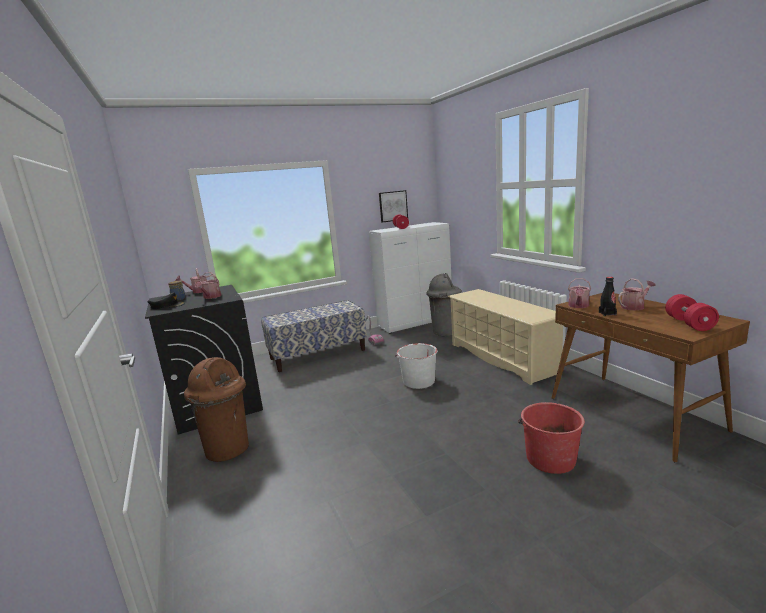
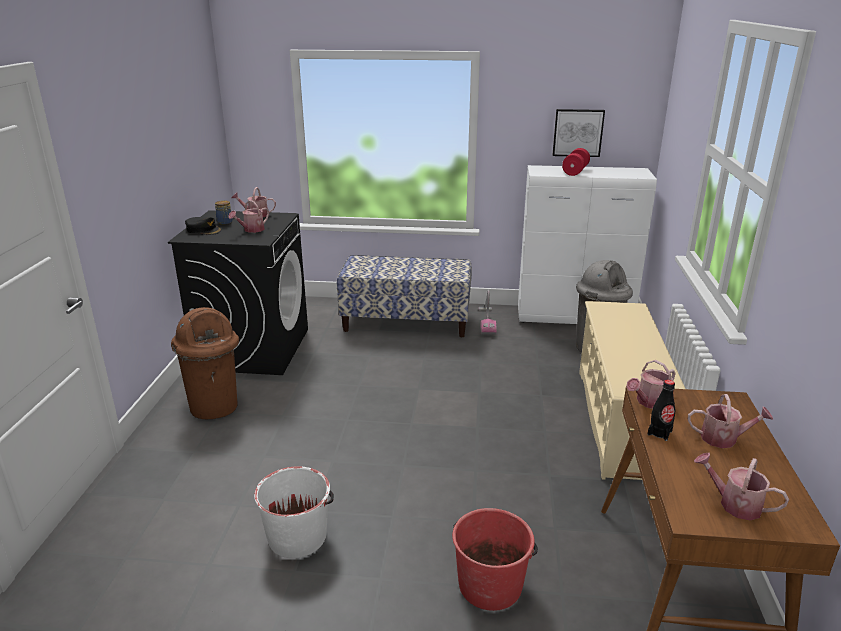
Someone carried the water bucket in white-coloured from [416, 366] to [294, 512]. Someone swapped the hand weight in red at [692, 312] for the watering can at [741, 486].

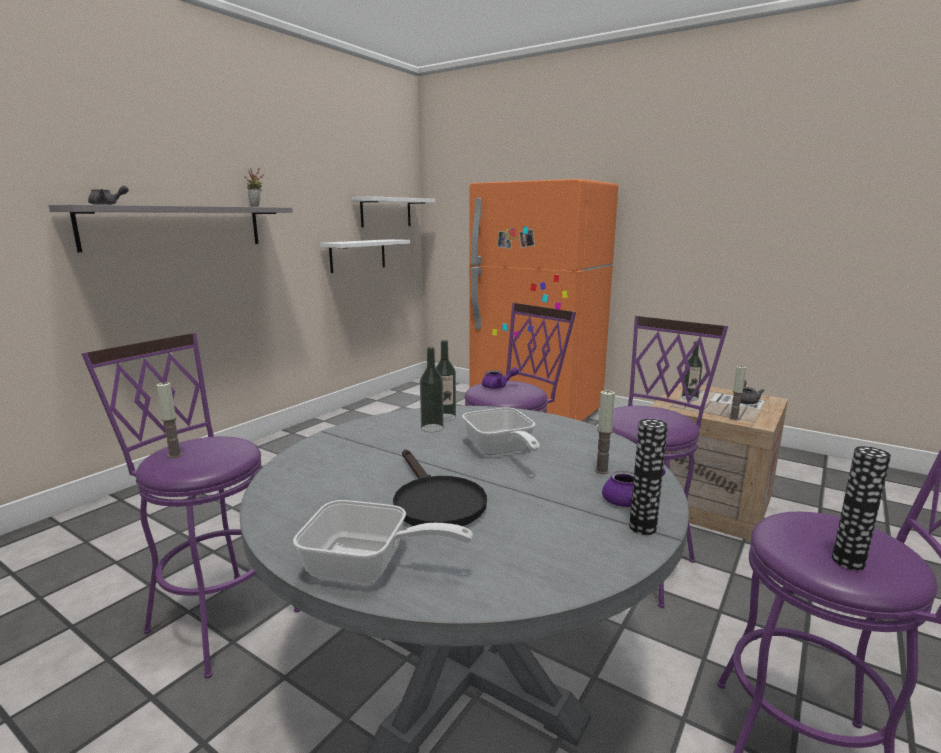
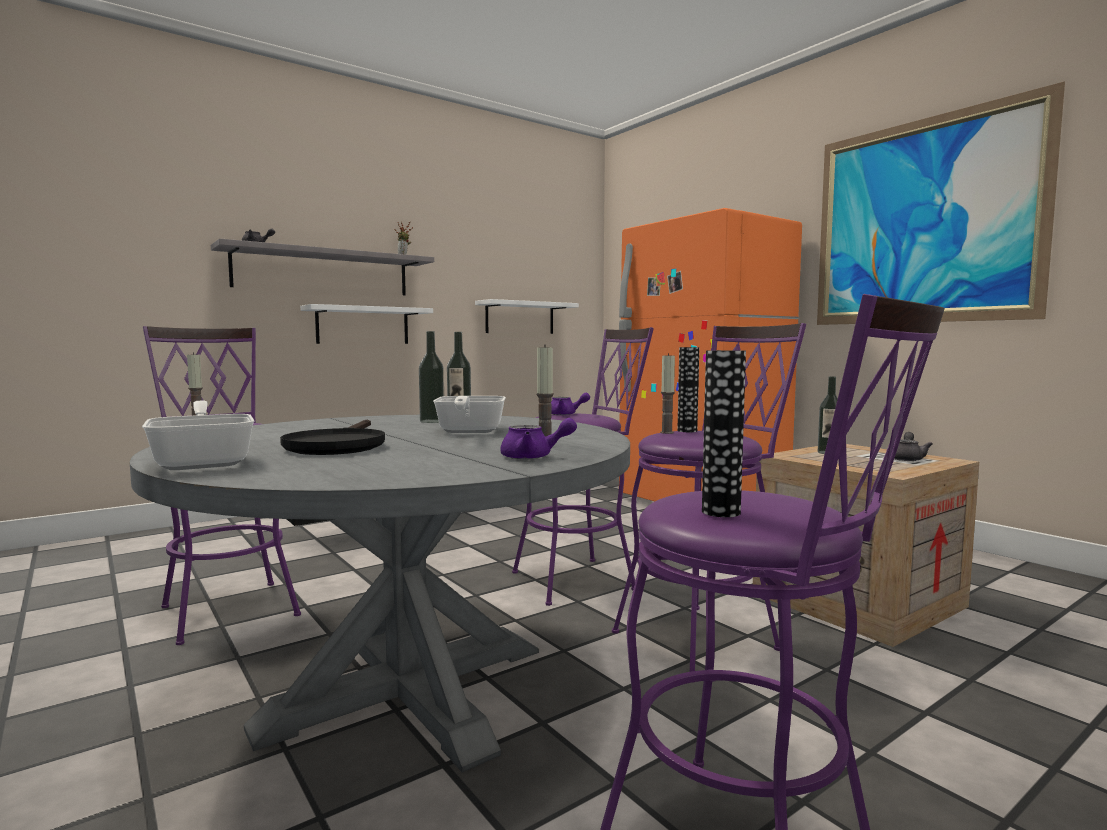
Someone rotated the pan at [383, 542] by 150 degrees counterclockwise. Someone carried the bracket shelf in white-coloured from [393, 211] to [366, 324]. Someone carried the flower vase from [648, 477] to [688, 389]. Someone carried the candle from [737, 393] to [667, 393]. Someone put up the picture at [941, 203].

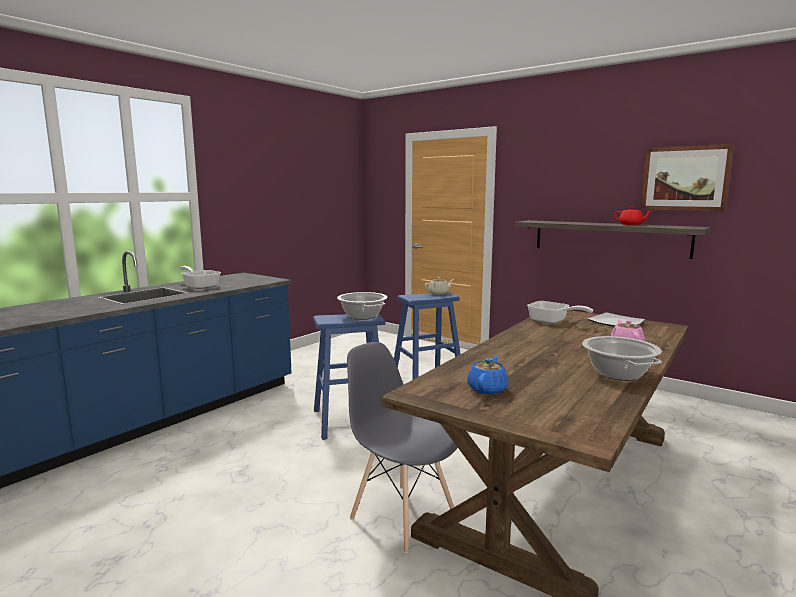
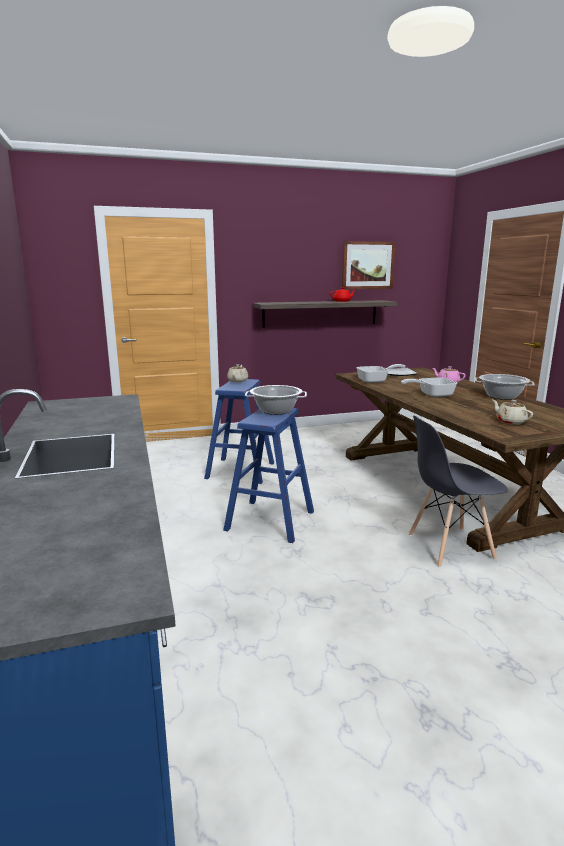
Someone carried the pan from [200, 277] to [429, 387]. Someone repainted the tea pot in blue-coloured at [487, 375], which became the tea pot in beige-coloured at [512, 412].

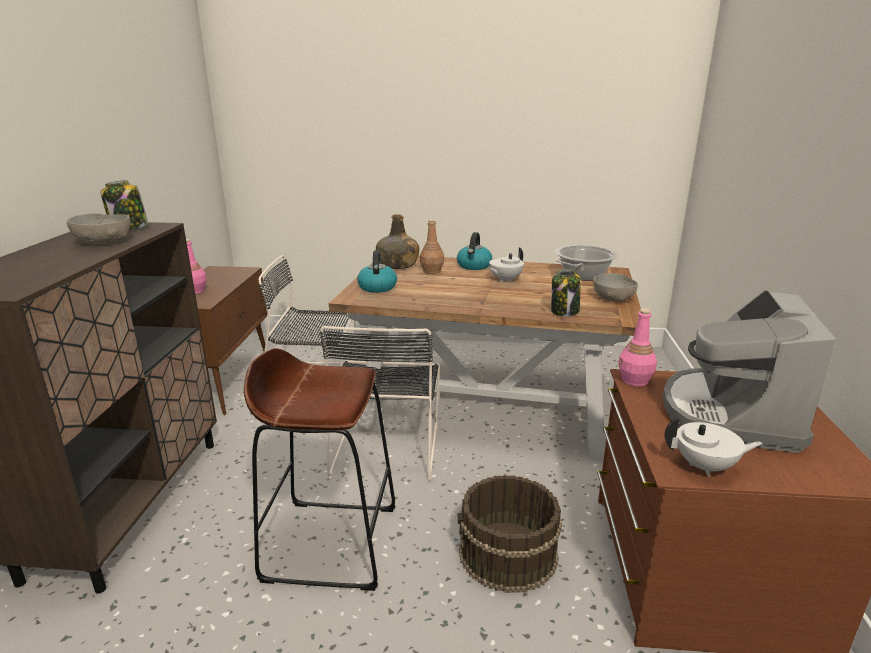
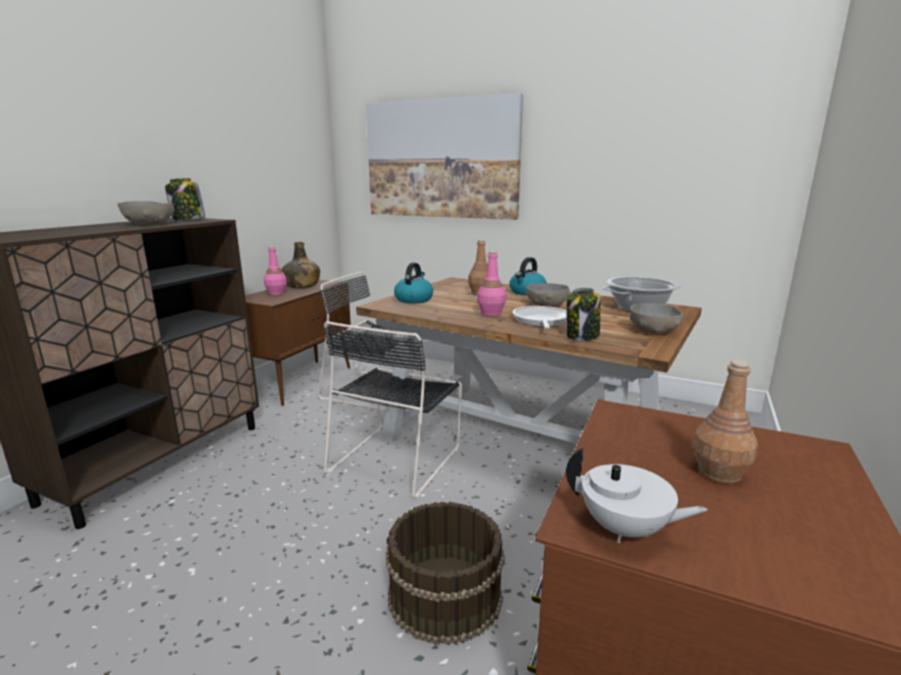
Someone took away the stool in brownish at [319, 469]. Someone carried the drink bottle in green from [397, 241] to [301, 265]. Someone swapped the tea pot in white-coloured at [506, 264] for the bowl in greyish at [548, 295]. Someone carried the drink bottle in pink-coloured from [637, 347] to [491, 283]. Someone swapped the coffee maker at [749, 371] for the drink bottle in brownish at [725, 422]. Someone put up the picture at [444, 156]. Someone put down the pan at [539, 317].

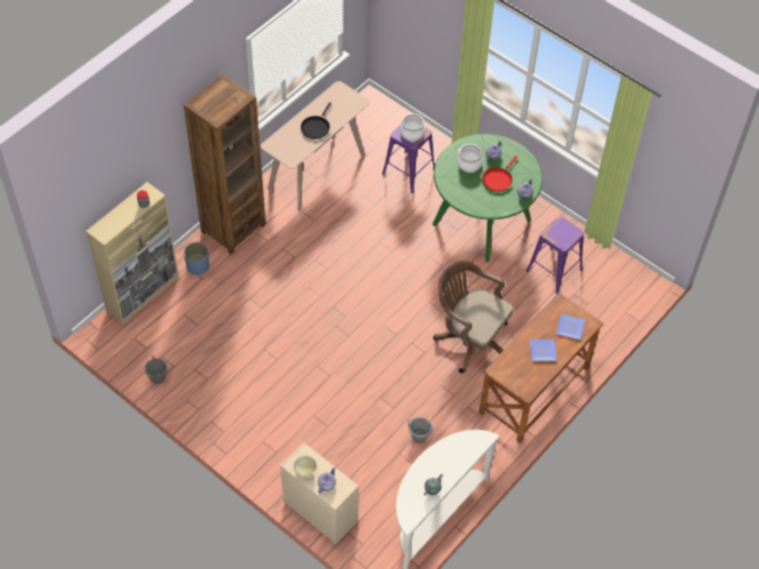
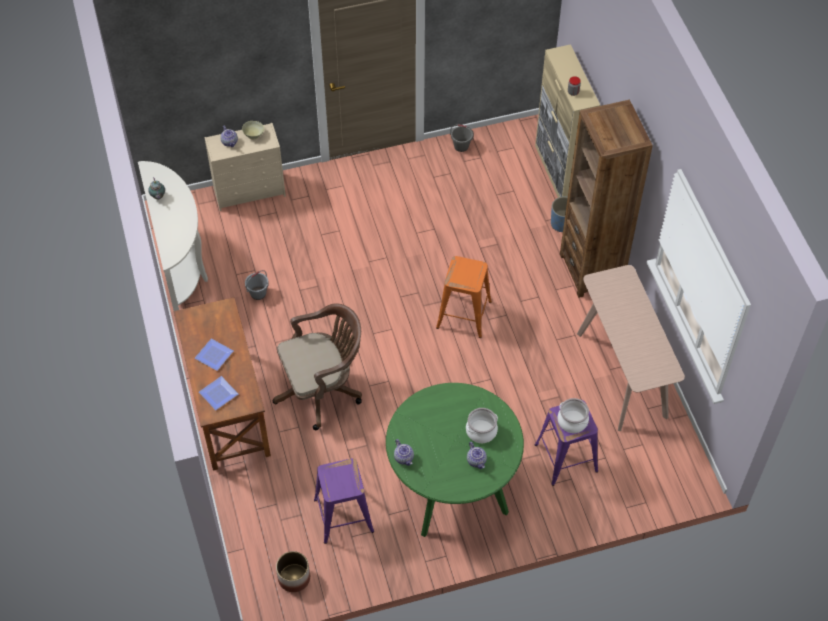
Someone took away the pan in black at [316, 120]. Someone took away the pan in red at [499, 174]. Someone put down the flower pot at [293, 571]. Someone put down the stool in orange at [464, 297].

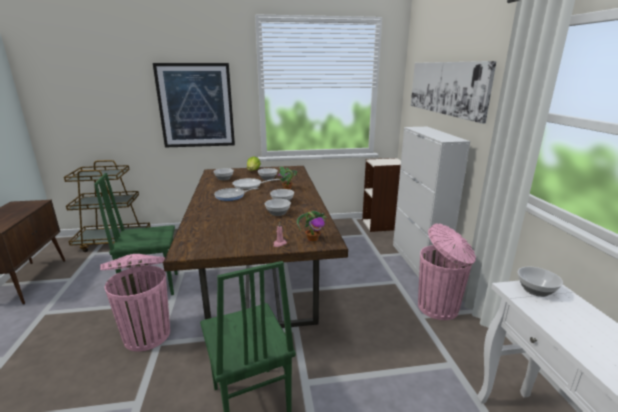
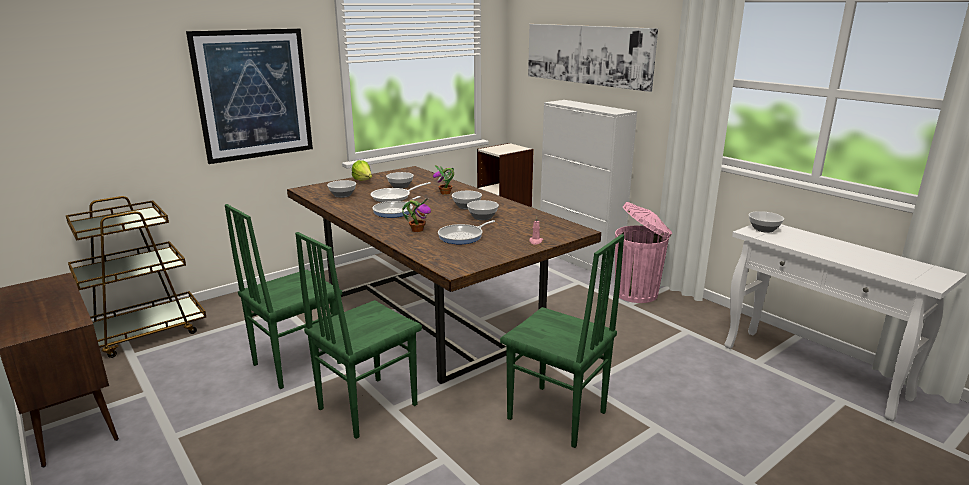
Someone swapped the trash can in pink-coloured at [135, 303] for the chair in green at [358, 335]. Someone carried the houseplant from [312, 226] to [416, 215]. Someone put down the pan at [466, 232].

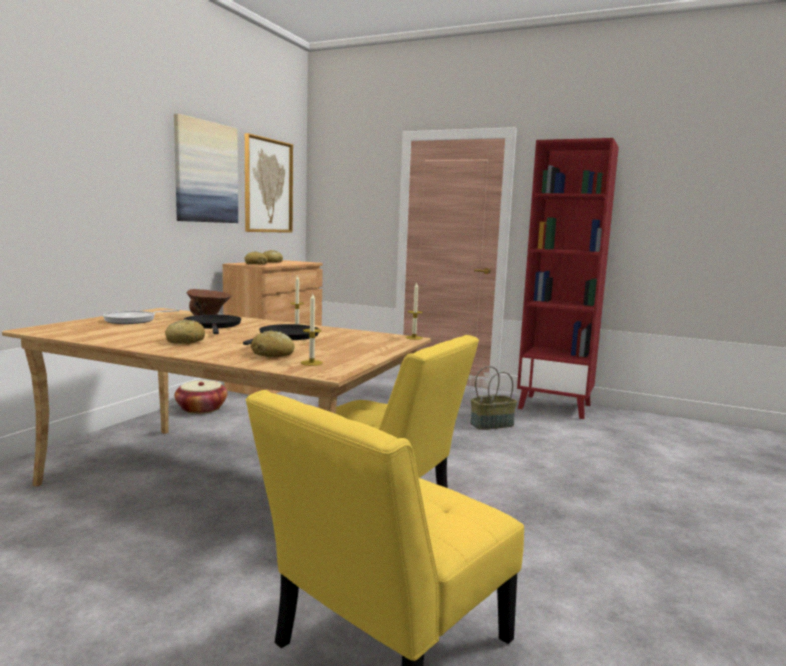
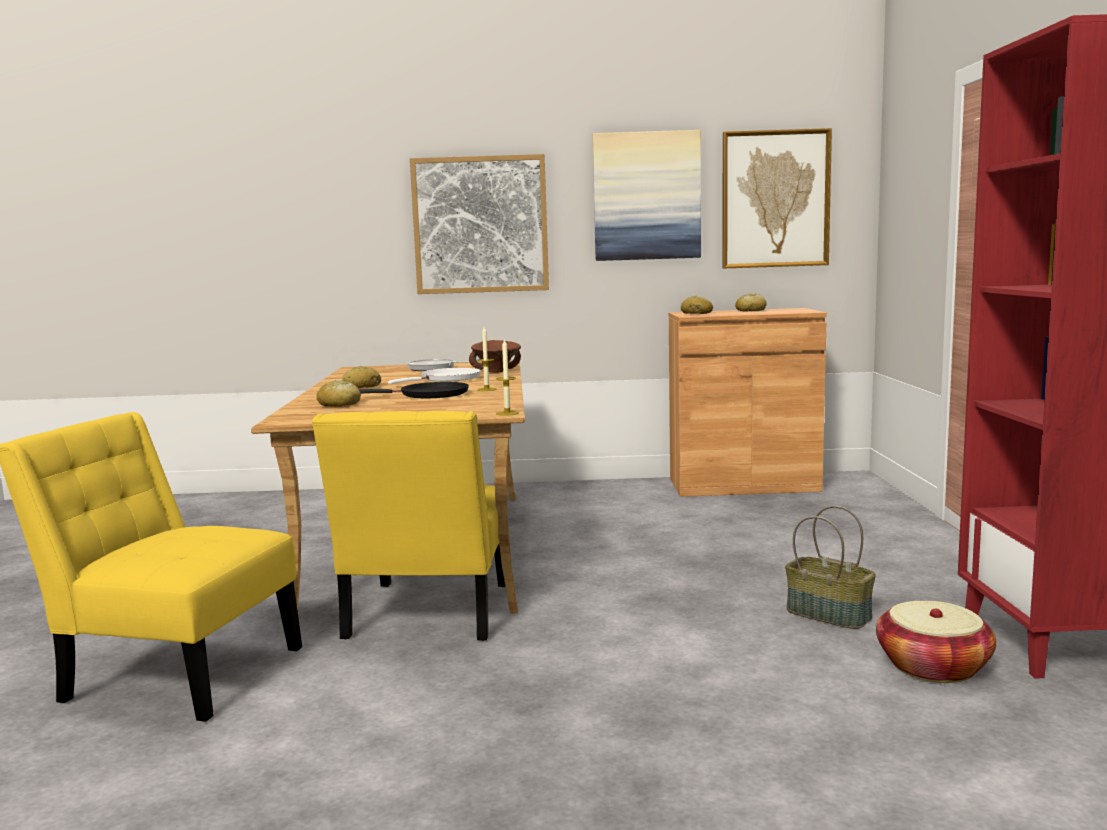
Someone carried the basket from [201, 397] to [936, 642]. Someone repainted the pan in black at [212, 324], which became the pan in white-coloured at [434, 376]. Someone took away the candle at [312, 330]. Someone put up the picture at [479, 224].

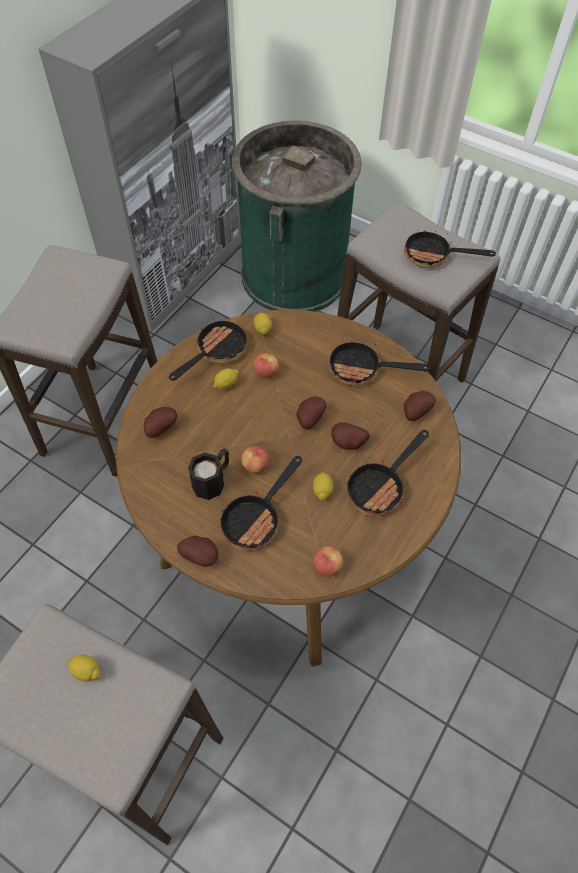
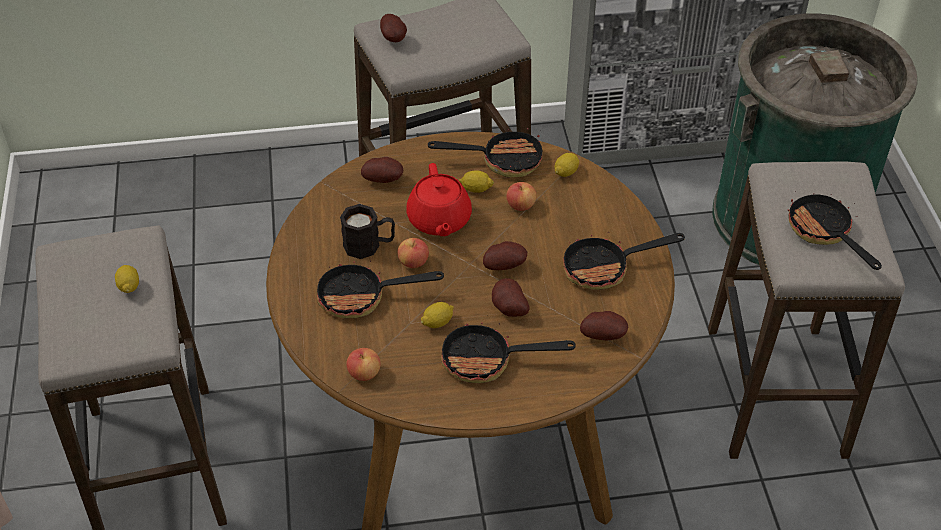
Someone carried the whole potato from [197, 551] to [393, 28]. Someone rotated the pan at [379, 363] by 75 degrees counterclockwise. Someone put down the tea pot in red at [439, 199].

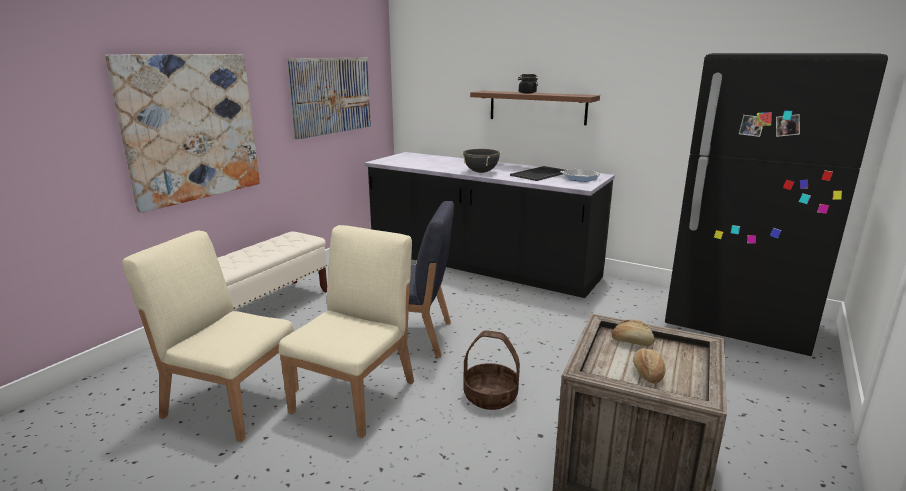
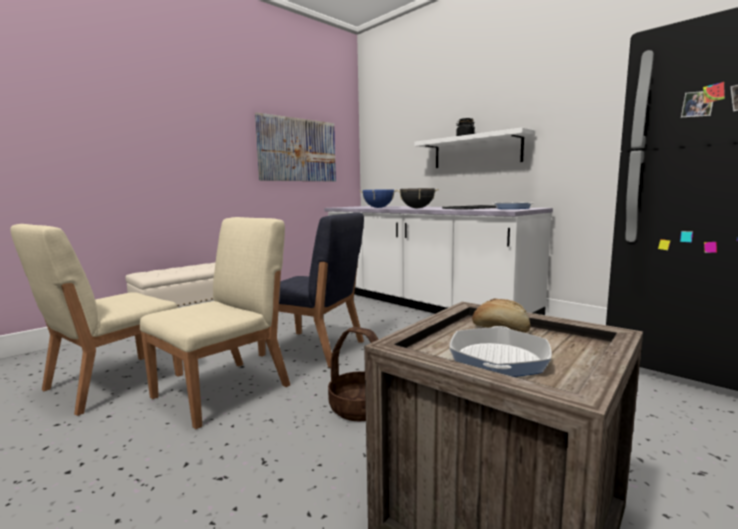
Someone took away the picture at [182, 133]. Someone rotated the chair in beige-coloured at [210, 336] by 90 degrees counterclockwise. Someone repainted the kitchen base unit in black at [489, 225], which became the kitchen base unit in white-coloured at [438, 260]. Someone repainted the bracket shelf in brownish at [535, 108], which became the bracket shelf in white-coloured at [474, 147]. Someone swapped the bakery bread at [649, 366] for the pan at [500, 351]. Someone put down the stockpot in blue-coloured at [377, 198].

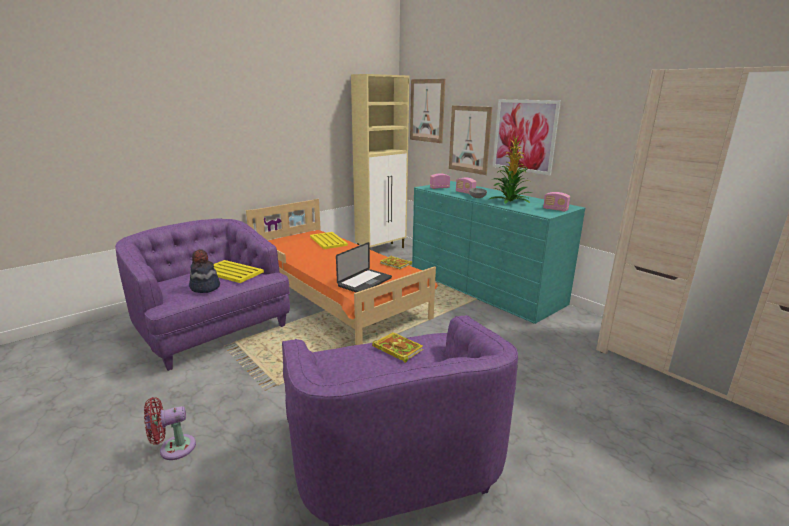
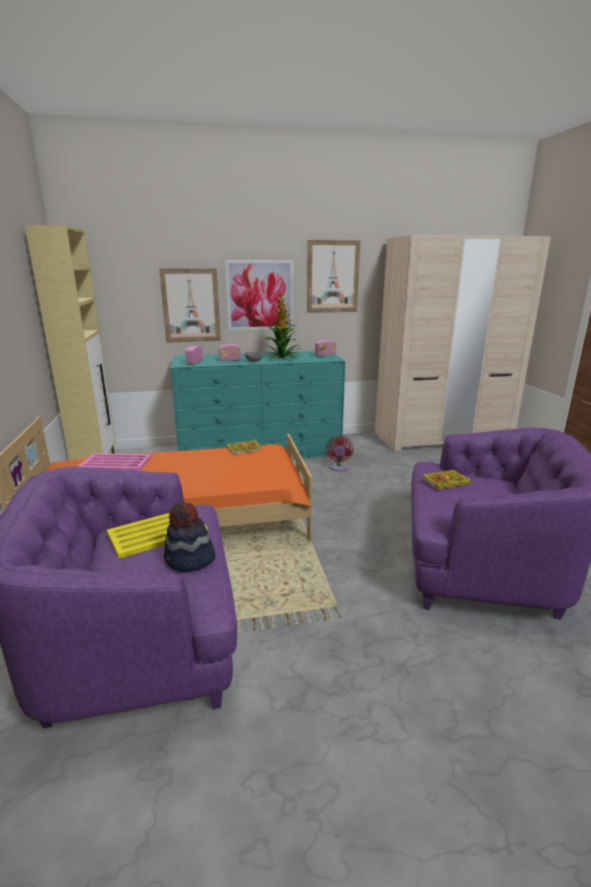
Someone carried the cooling fan in red from [170, 428] to [339, 453]. Someone repainted the carrying tray in yellowish at [329, 240], which became the carrying tray in pink-coloured at [114, 462]. Someone took away the laptop at [364, 267]. Someone carried the picture from [427, 111] to [333, 276].

